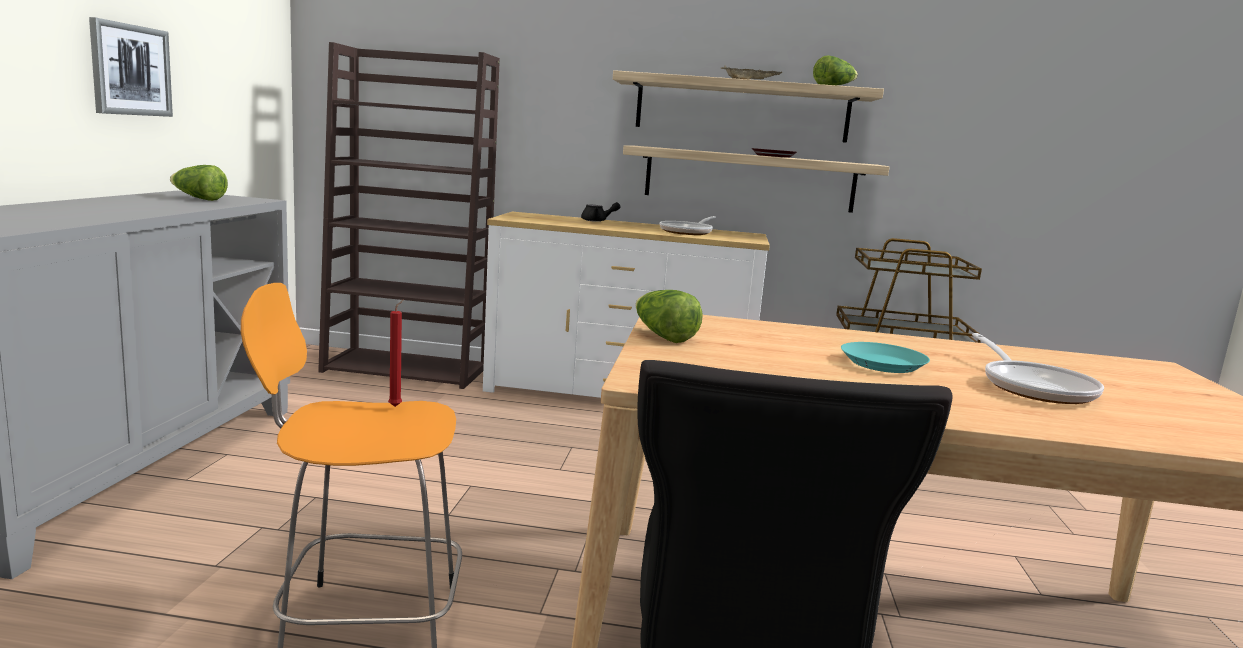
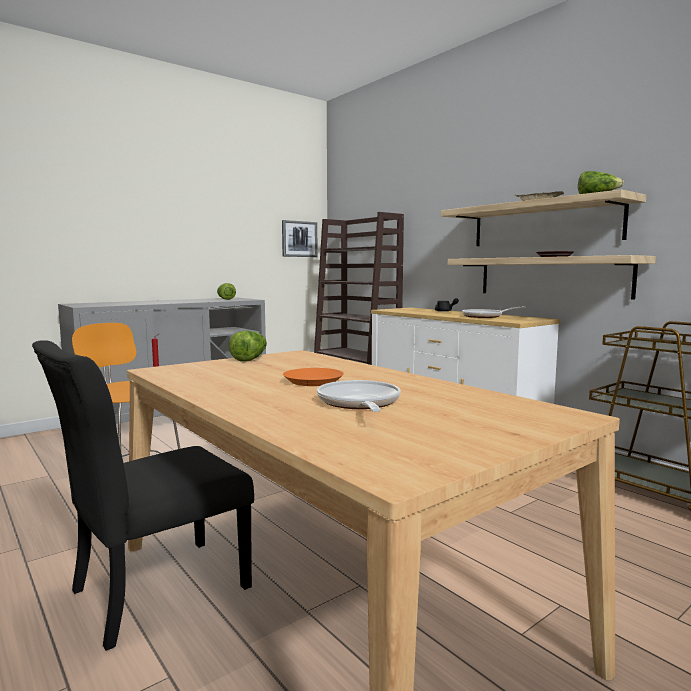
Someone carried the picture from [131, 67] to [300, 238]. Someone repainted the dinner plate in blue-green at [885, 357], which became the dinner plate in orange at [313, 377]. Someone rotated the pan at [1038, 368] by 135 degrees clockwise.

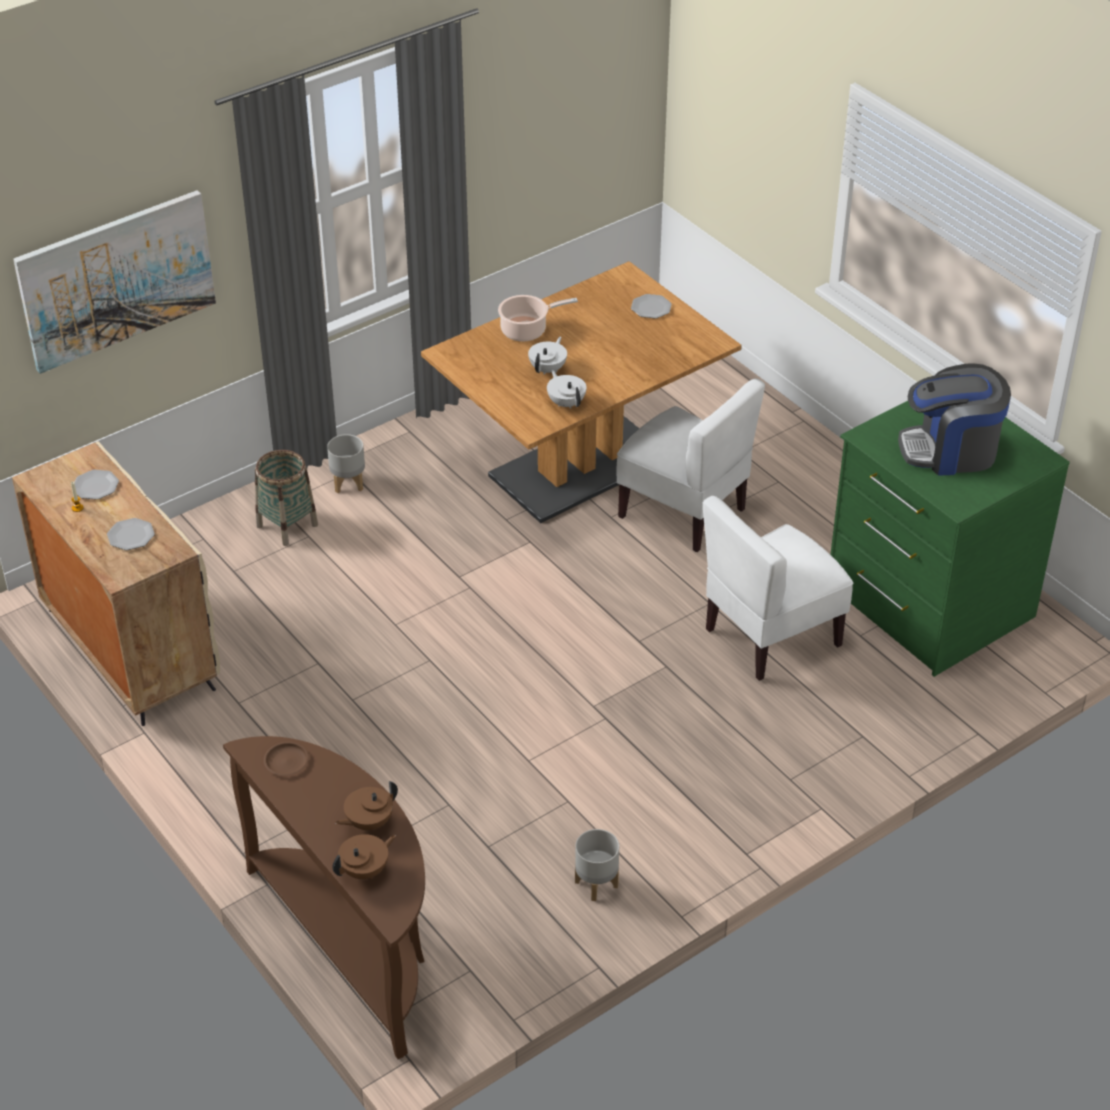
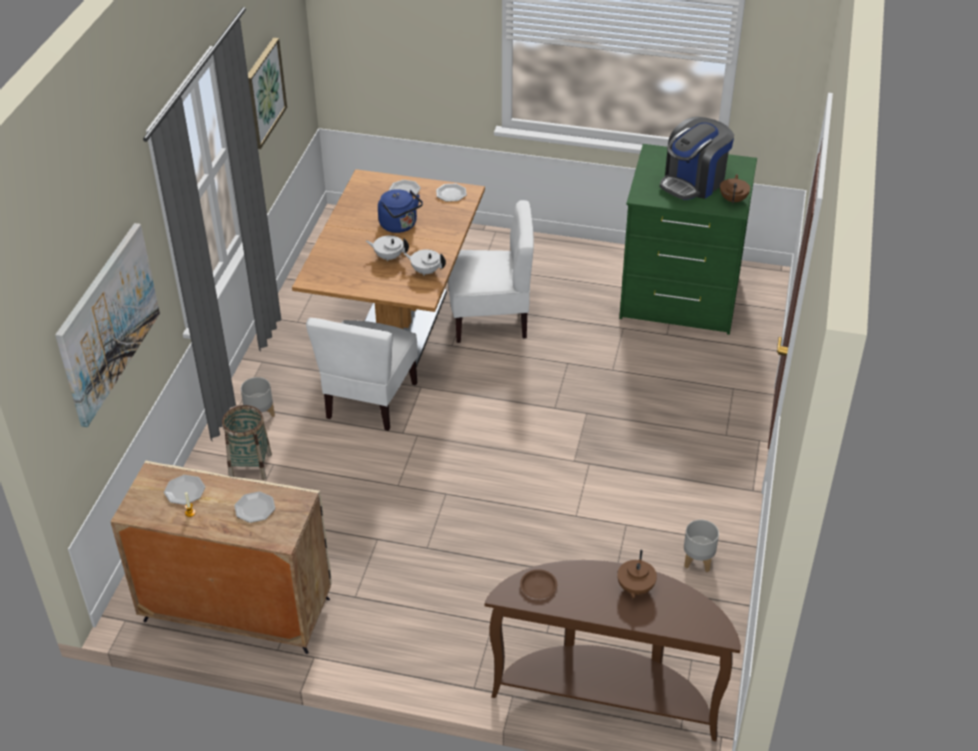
Someone carried the tea pot in brownish from [364, 856] to [735, 188]. Someone took away the stockpot at [538, 318]. Someone rotated the tea pot in white-coloured at [547, 356] by 60 degrees counterclockwise. Someone carried the chair in white-coloured from [778, 588] to [362, 374]. Someone put up the picture at [267, 93]. Someone put down the kettle in blue-coloured at [400, 211]. Someone put down the dinner plate at [451, 192].

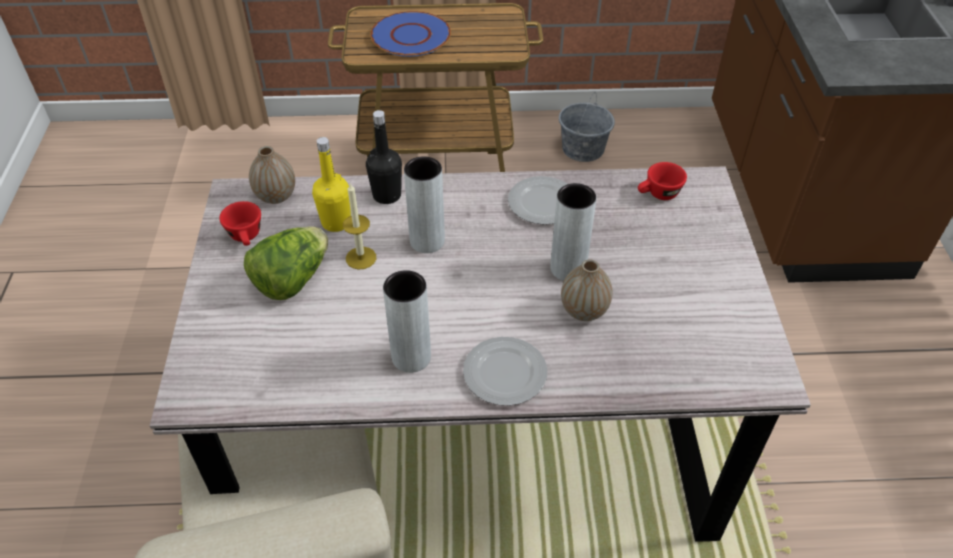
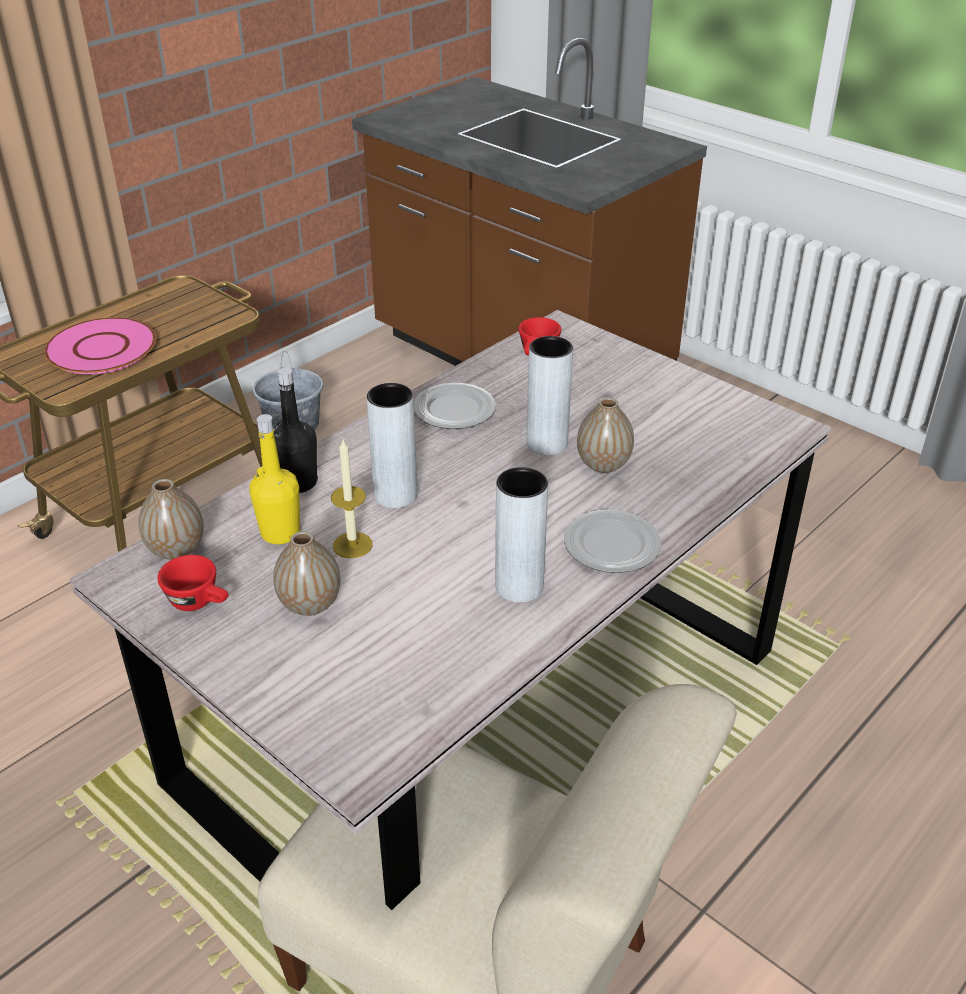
Someone swapped the lettuce head at [286, 263] for the flower vase at [306, 573]. Someone repainted the dinner plate in blue-coloured at [410, 34], which became the dinner plate in pink-coloured at [100, 345].

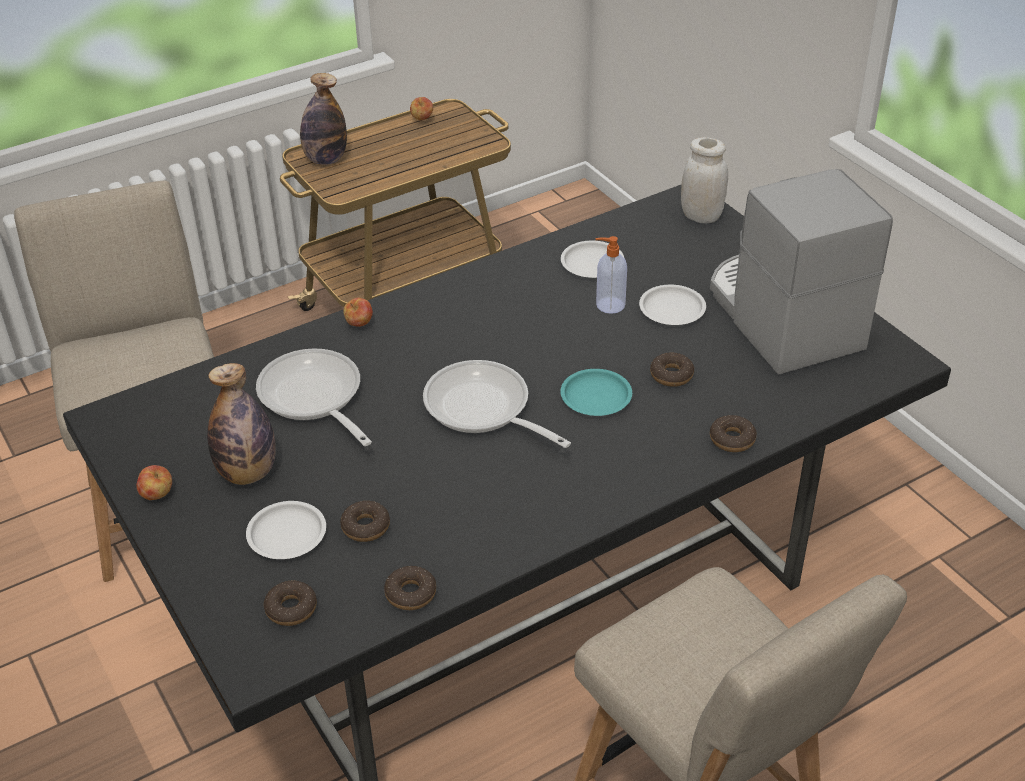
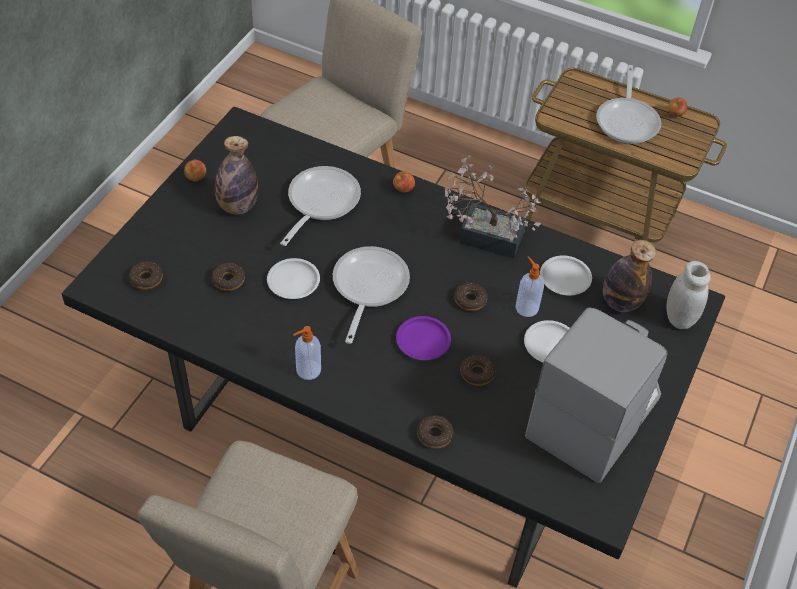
Someone carried the dinner plate in white-coloured from [286, 530] to [293, 278]. Someone carried the drink bottle from [323, 119] to [629, 276]. Someone carried the ring doughnut from [410, 588] to [470, 297]. Someone repainted the dinner plate in blue-green at [596, 392], which became the dinner plate in purple at [423, 338]. Someone put down the soap dispenser at [307, 353]. Someone put down the houseplant at [493, 207]. Someone put down the pan at [628, 104].

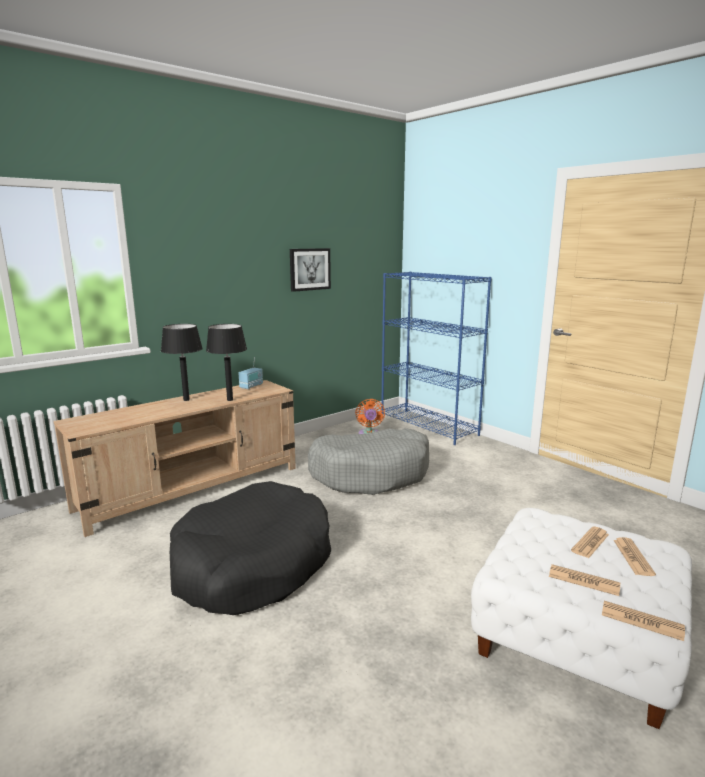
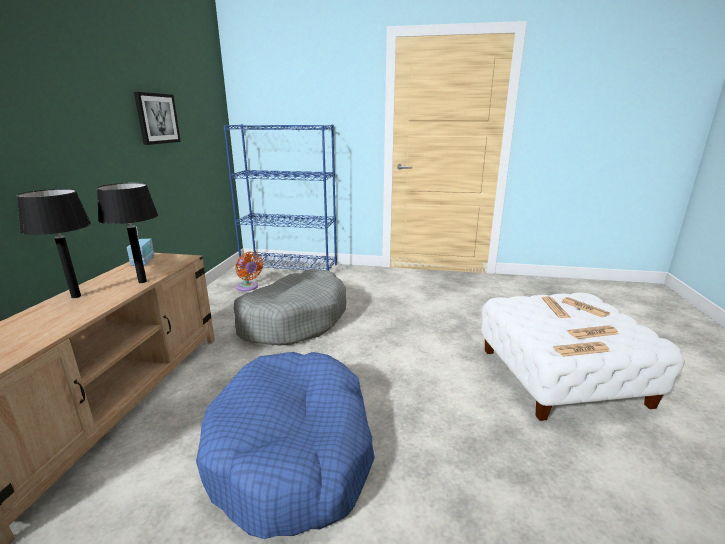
Someone repainted the pet bed in black at [250, 548], which became the pet bed in blue-coloured at [285, 445]. Someone carried the newspaper from [643, 621] to [581, 349].

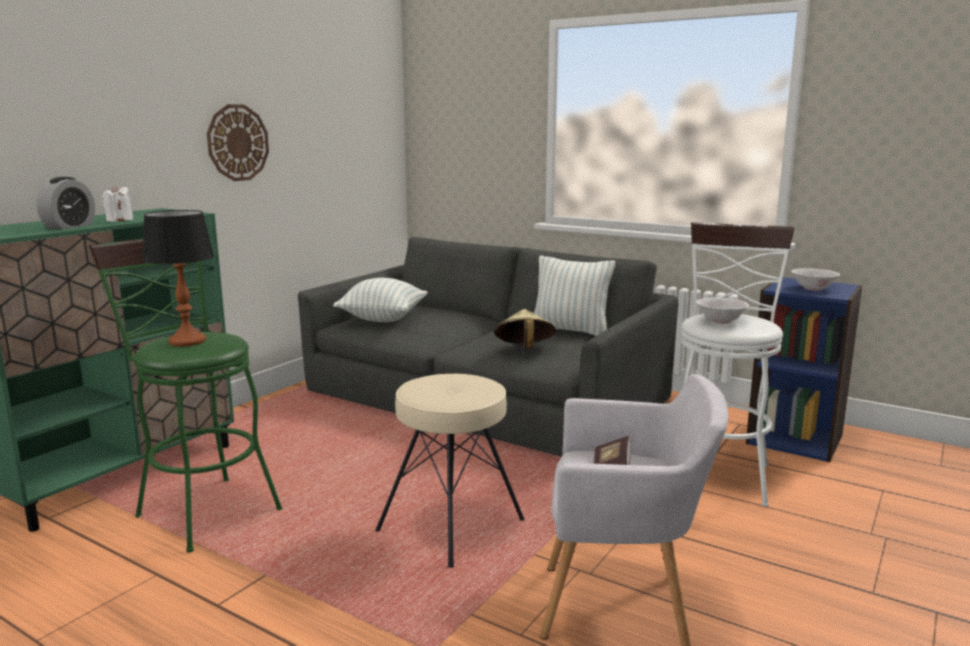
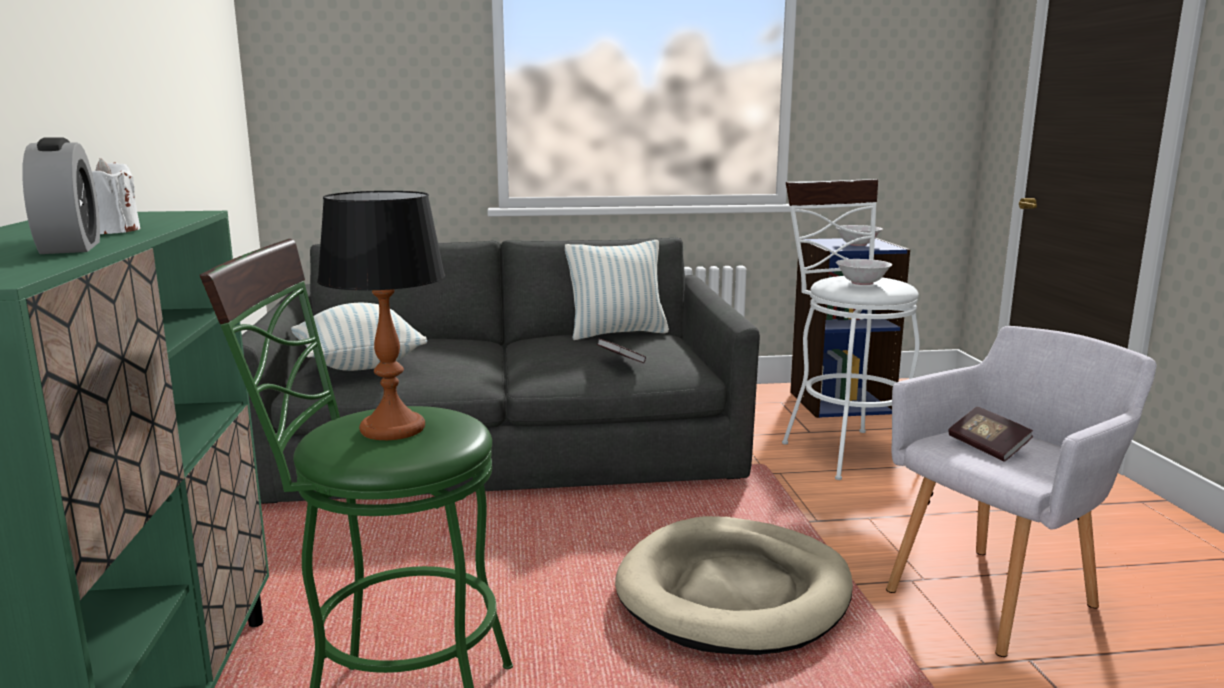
Someone took away the clock on the wall at [238, 142]. Someone swapped the stool in beige-coloured at [450, 471] for the pet bed in beige-coloured at [734, 585]. Someone swapped the wearable hat in beige-coloured at [525, 328] for the bound book at [621, 351].

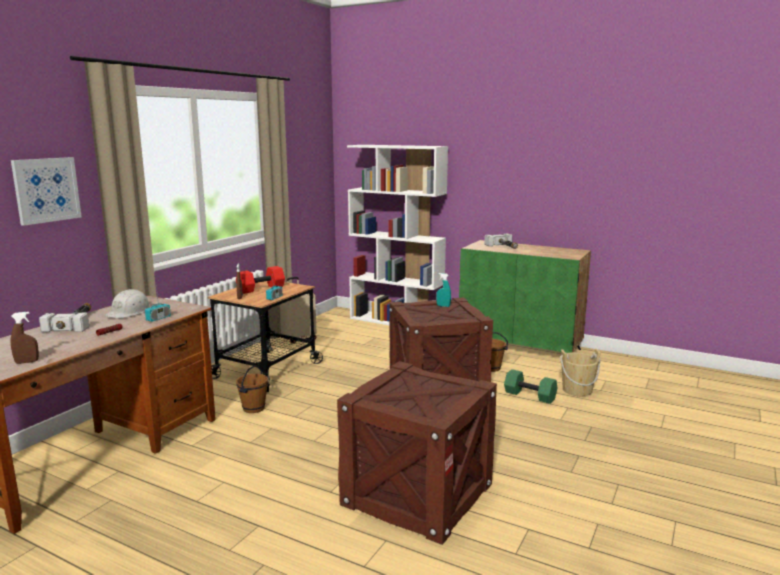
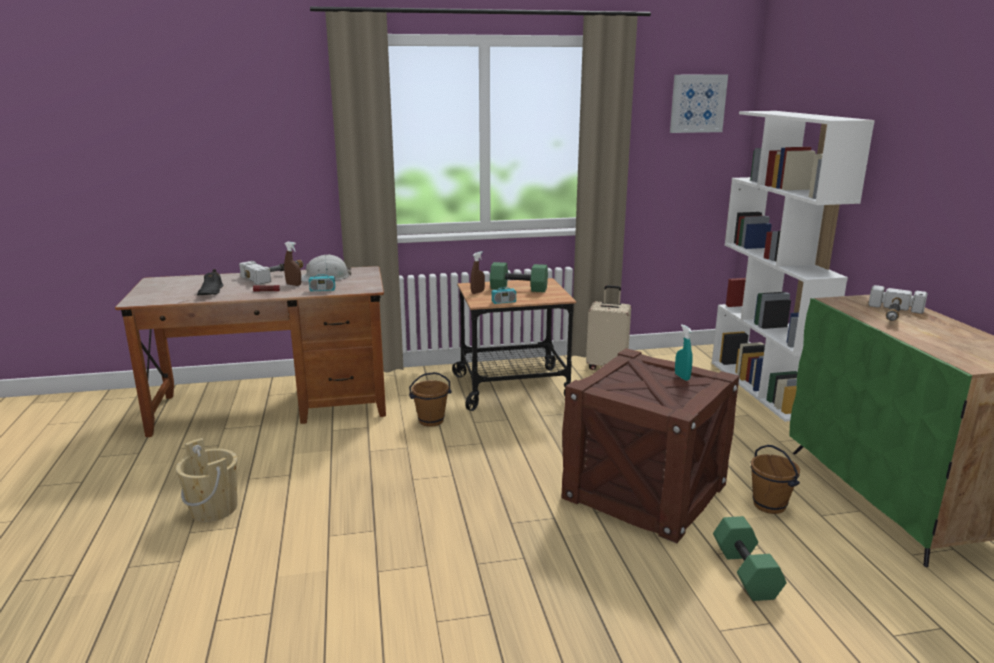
Someone carried the picture from [46, 191] to [699, 104]. Someone carried the hand sprayer in brownish from [25, 338] to [292, 264]. Someone repainted the hand weight in red at [260, 280], which became the hand weight in green at [519, 277]. Someone took away the crate at [417, 453]. Someone carried the water bucket in beige-coloured from [580, 372] to [206, 480]. Someone put down the item of footwear in black at [210, 282].

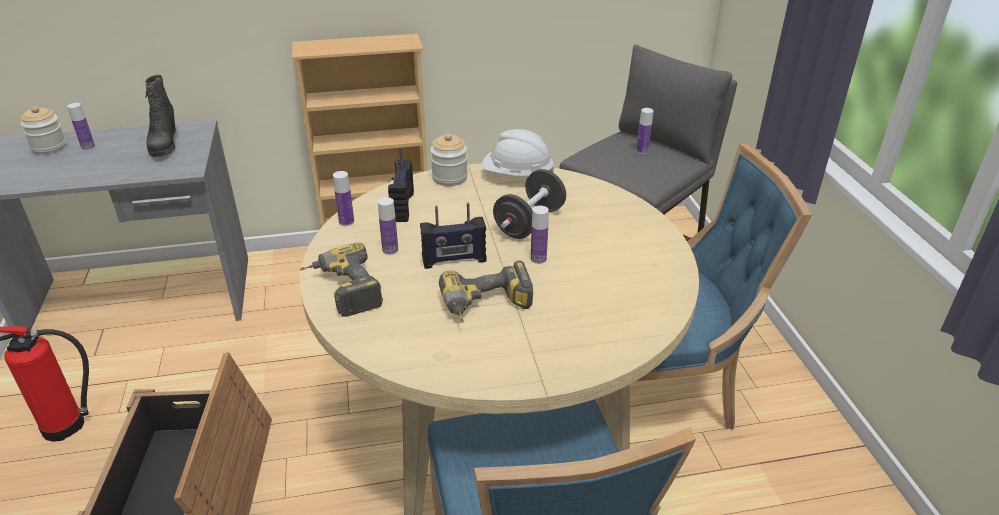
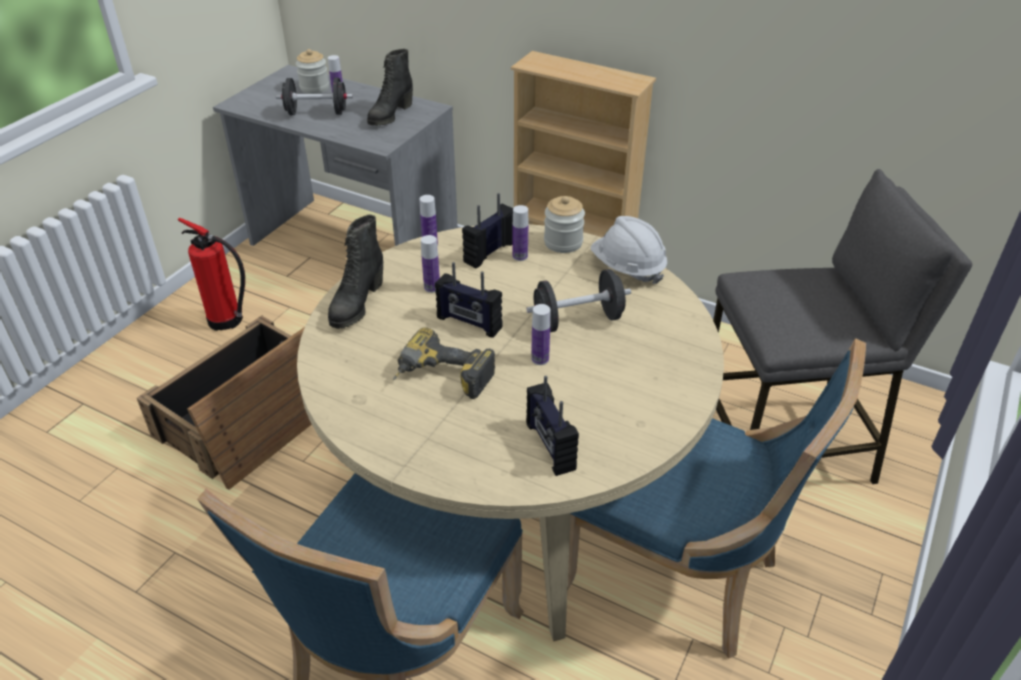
Someone swapped the power drill at [341, 280] for the tall boot in black at [355, 271]. Someone carried the drink bottle from [644, 131] to [520, 233]. Someone put down the hand weight in black at [314, 96]. Someone put down the radio set at [552, 426].

